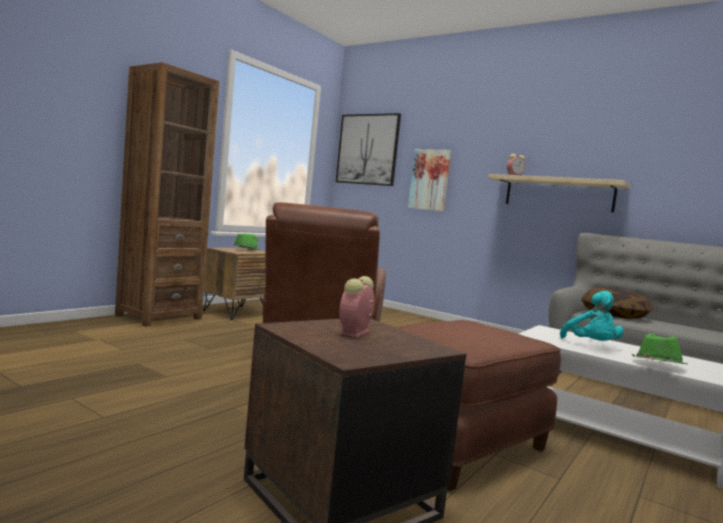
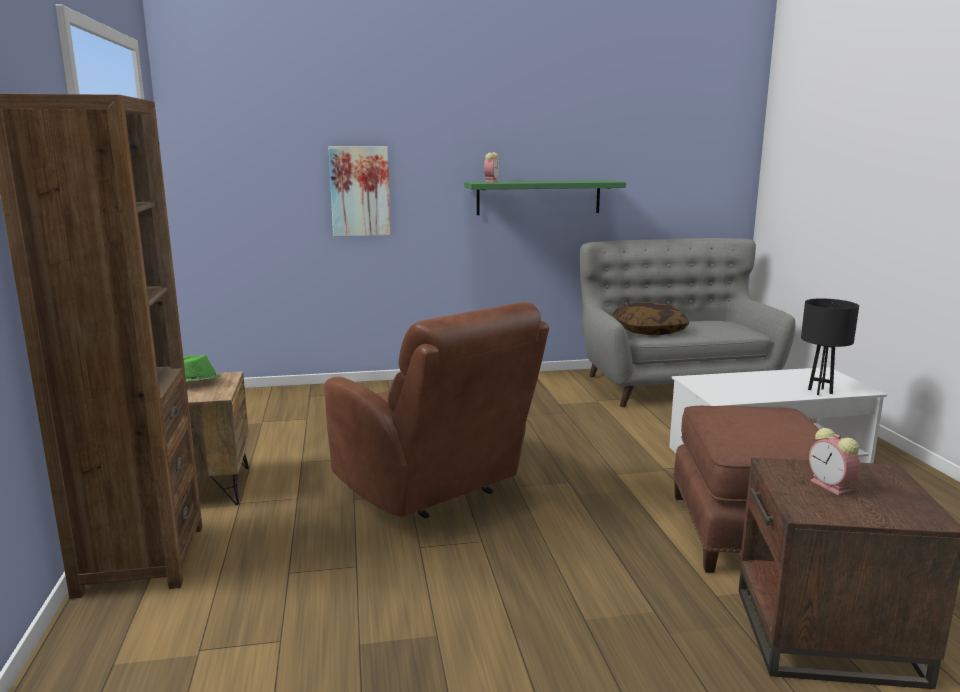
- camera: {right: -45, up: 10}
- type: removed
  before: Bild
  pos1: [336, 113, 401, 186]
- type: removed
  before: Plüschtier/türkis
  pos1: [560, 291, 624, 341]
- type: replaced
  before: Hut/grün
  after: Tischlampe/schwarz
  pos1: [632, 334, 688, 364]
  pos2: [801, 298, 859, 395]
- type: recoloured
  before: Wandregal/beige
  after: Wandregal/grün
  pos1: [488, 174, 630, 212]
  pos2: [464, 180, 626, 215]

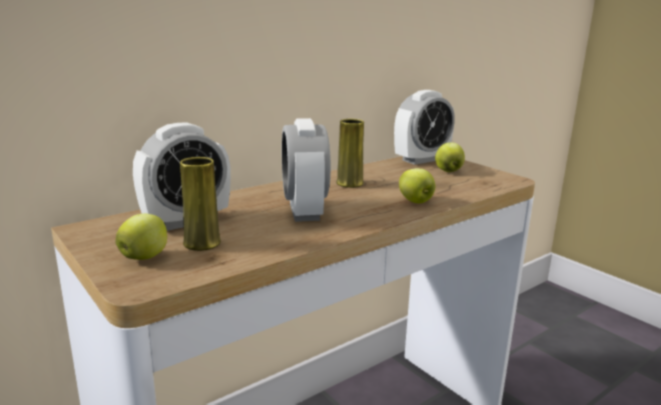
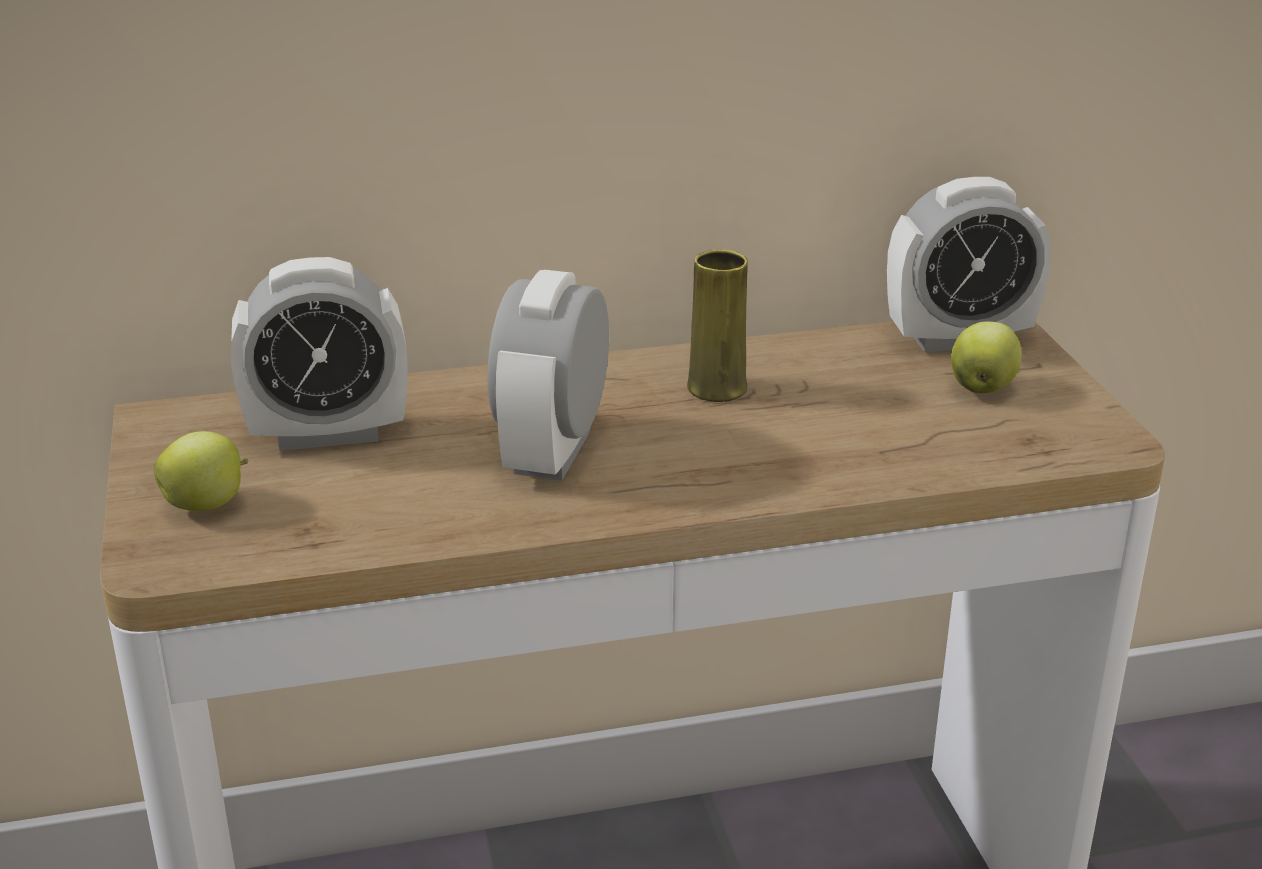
- camera: {right: 25, up: 10}
- type: removed
  before: Vase/gelb
  pos1: [180, 157, 221, 251]
- type: removed
  before: Apfel
  pos1: [399, 168, 435, 203]

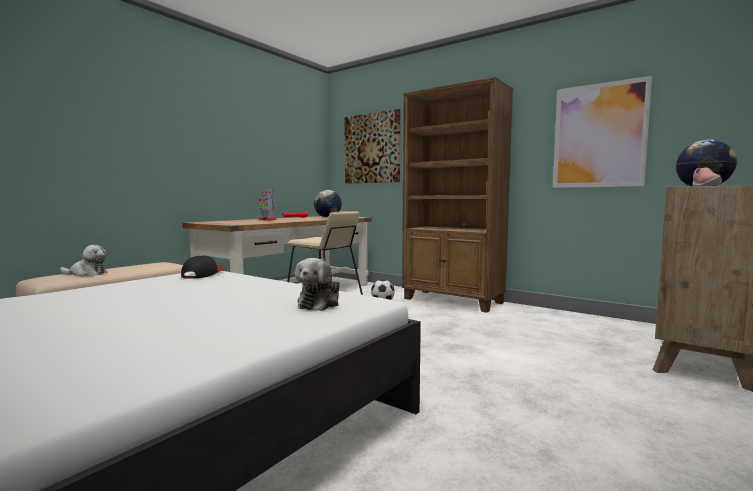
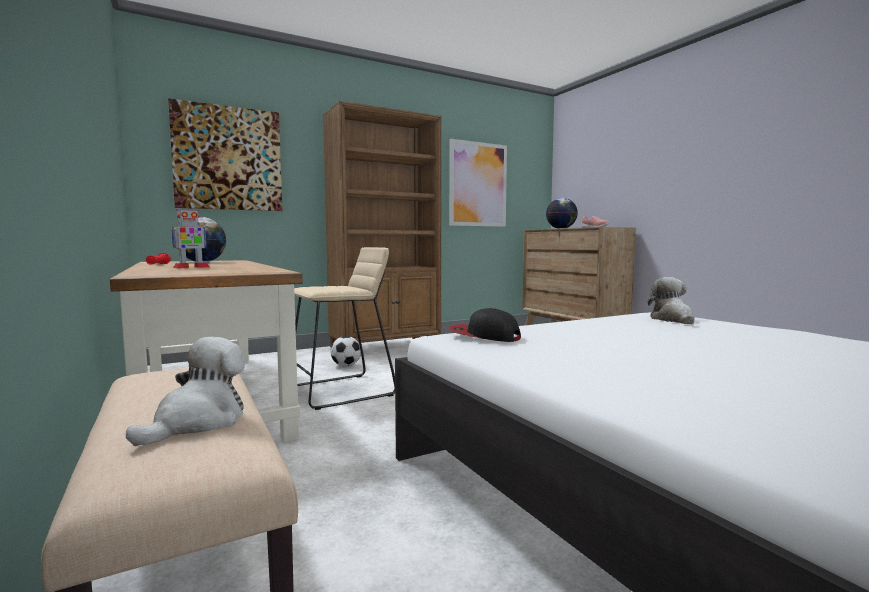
- camera: {right: -65, up: 0}
- type: turned
  before: Plüschtier
  pos1: [295, 258, 340, 311]
  pos2: [647, 277, 695, 324]
  turn: -135

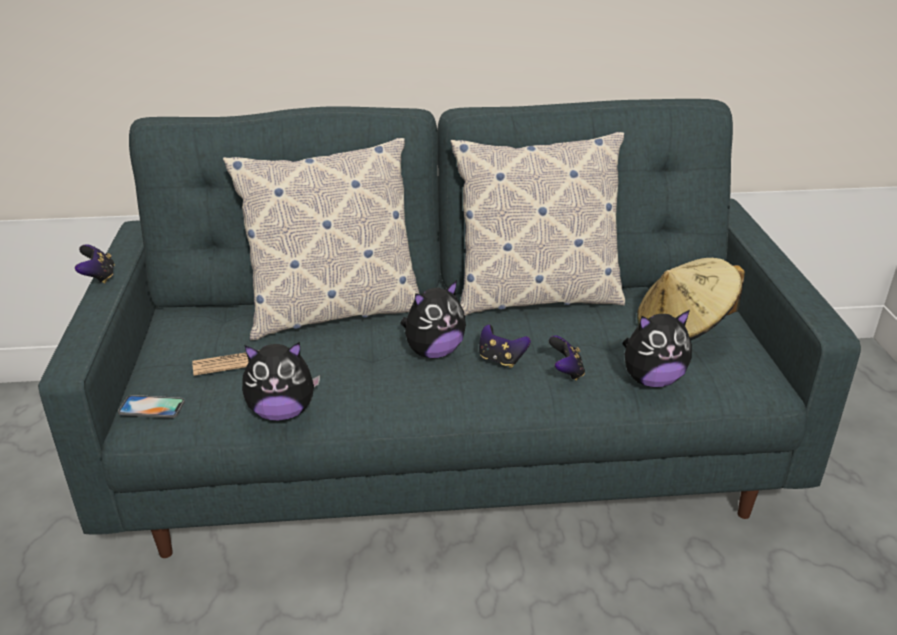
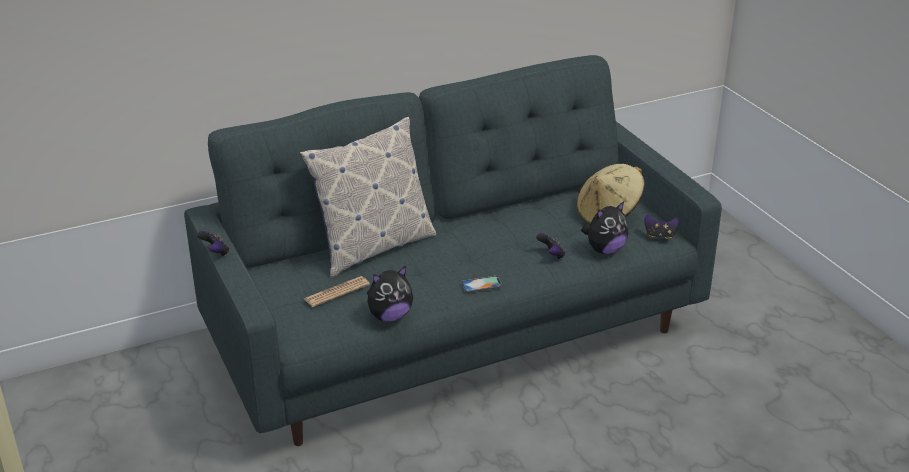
- camera: {right: -20, up: 0}
- type: removed
  before: Plüschtier
  pos1: [400, 280, 466, 358]
- type: removed
  before: Kissen
  pos1: [450, 132, 625, 316]
- type: moved
  before: Handy
  pos1: [118, 395, 185, 418]
  pos2: [461, 276, 502, 293]
- type: moved
  before: Gamepad
  pos1: [479, 324, 531, 368]
  pos2: [644, 215, 679, 240]

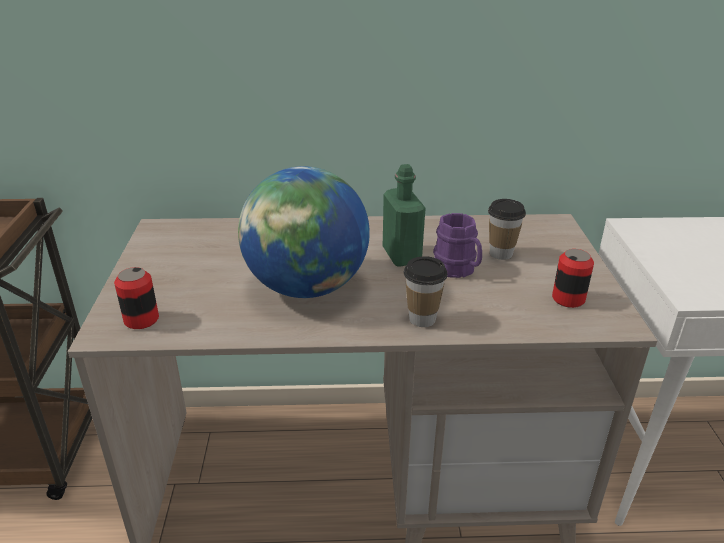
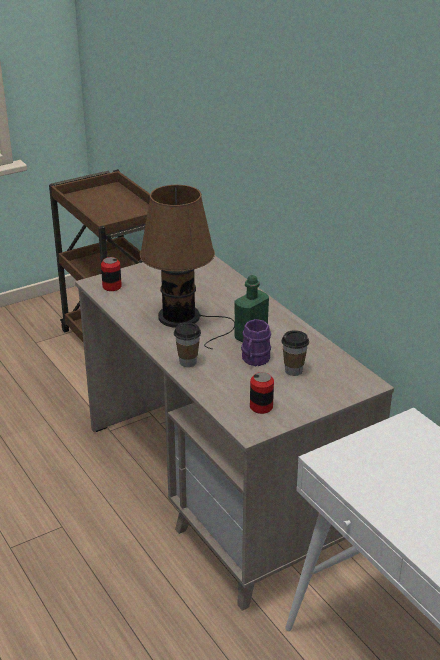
- camera: {right: 60, up: 0}
- type: replaced
  before: Globus
  after: Tischlampe/braun
  pos1: [238, 166, 370, 298]
  pos2: [140, 185, 235, 349]

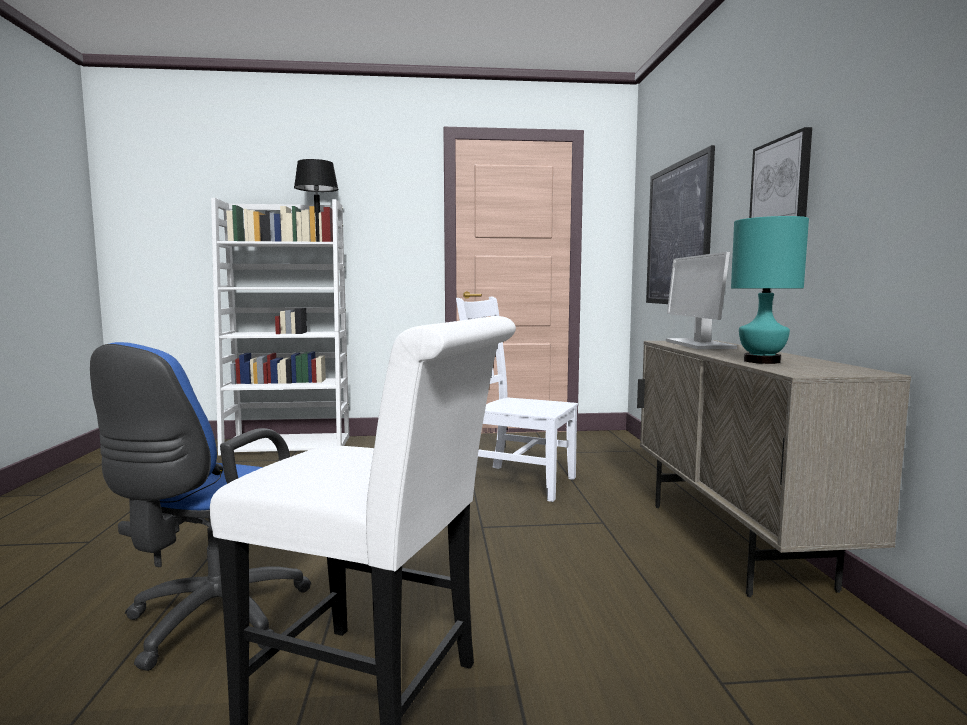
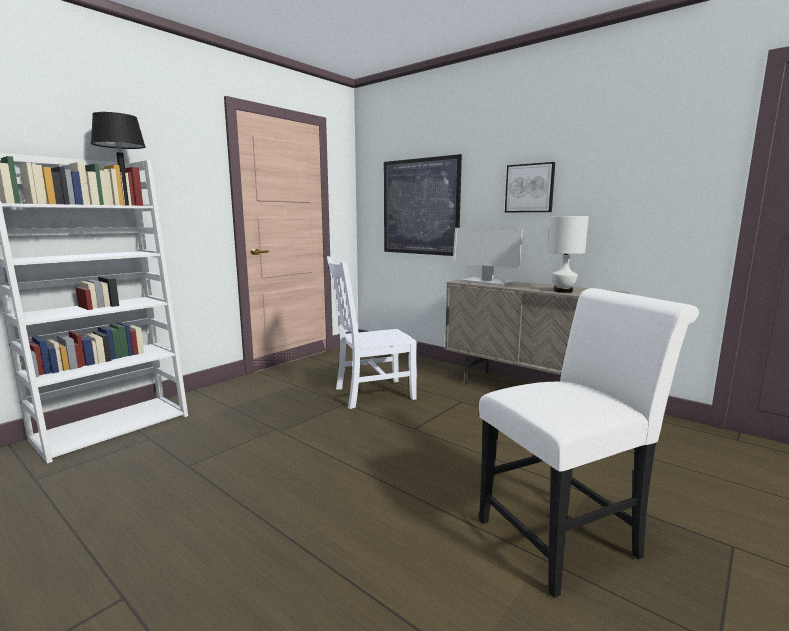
- camera: {right: -45, up: 5}
- type: removed
  before: Bürostuhl/blau
  pos1: [90, 342, 311, 671]
- type: recoloured
  before: Tischlampe/türkis
  after: Tischlampe/weiß
  pos1: [731, 216, 809, 364]
  pos2: [548, 216, 589, 293]

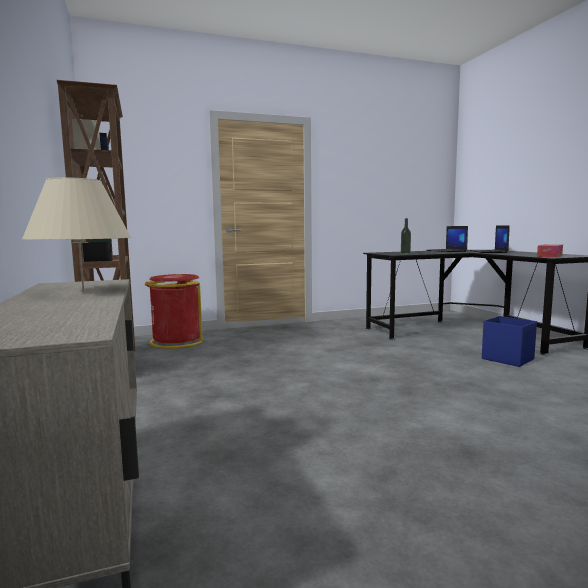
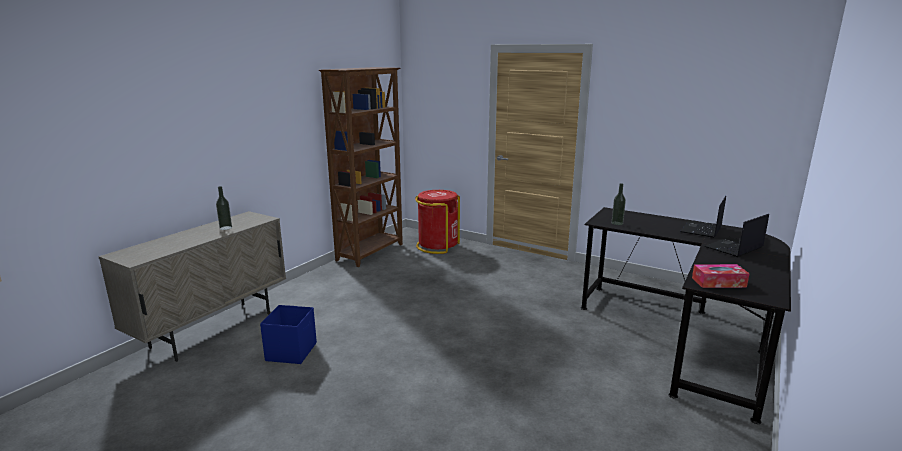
- camera: {right: 50, up: 10}
- type: moved
  before: Aufbewahrungsbox/blau
  pos1: [482, 316, 537, 367]
  pos2: [260, 305, 317, 364]
- type: replaced
  before: Tischlampe/beige
  after: Flasche
  pos1: [22, 177, 131, 292]
  pos2: [216, 186, 232, 230]

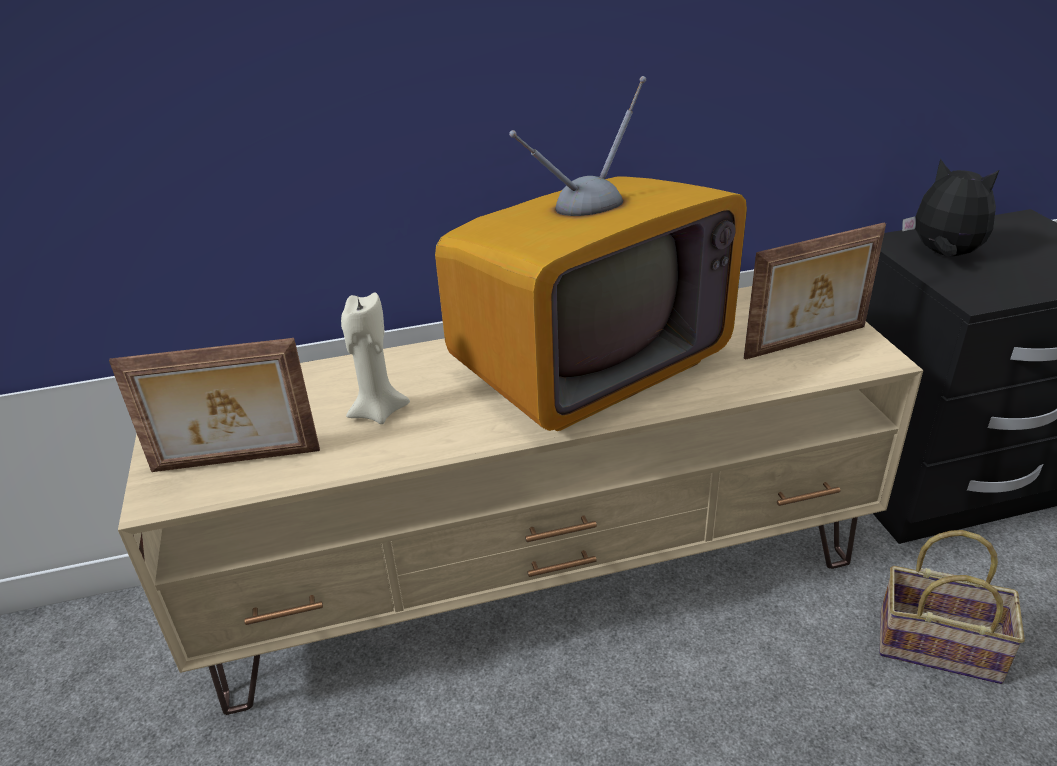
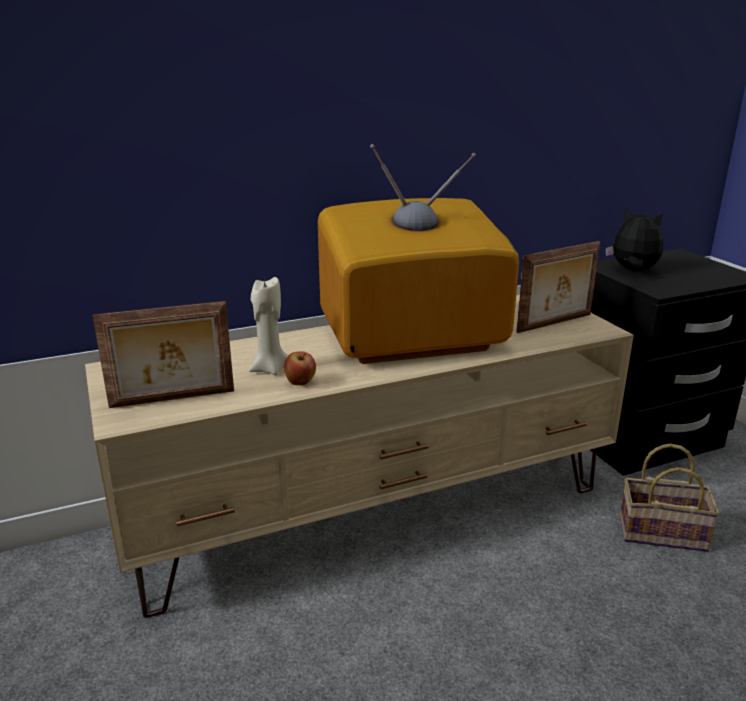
- camera: {right: -10, up: -10}
- type: added
  after: Apfel
  pos2: [284, 351, 316, 385]
- type: turned
  before: Fernseher
  pos1: [435, 76, 747, 431]
  pos2: [318, 144, 519, 364]
  turn: -150

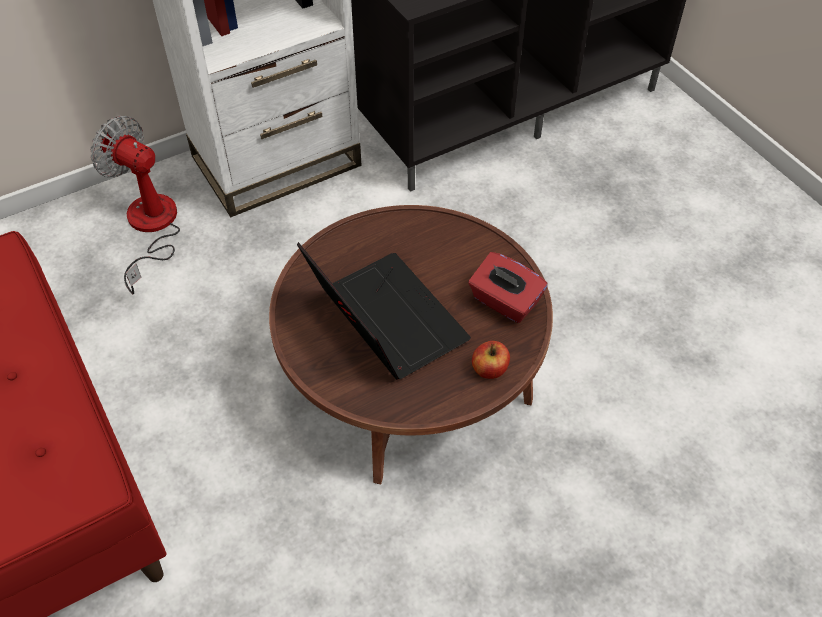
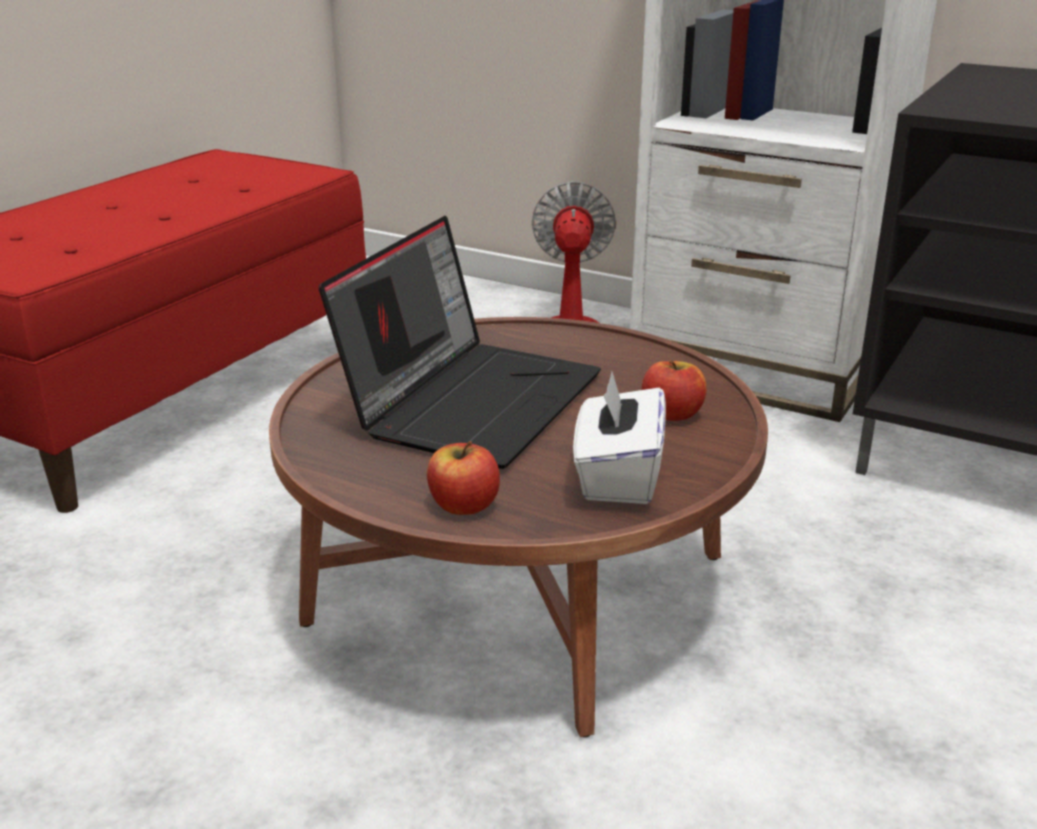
- camera: {right: 60, up: -25}
- type: added
  after: Apfel
  pos2: [642, 361, 706, 421]
- type: recoloured
  before: Taschentuchbox/rot
  after: Taschentuchbox/weiß
  pos1: [468, 252, 548, 323]
  pos2: [573, 372, 666, 504]

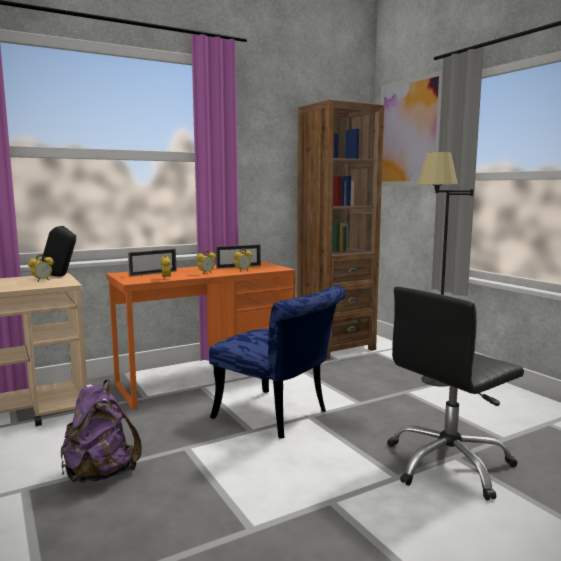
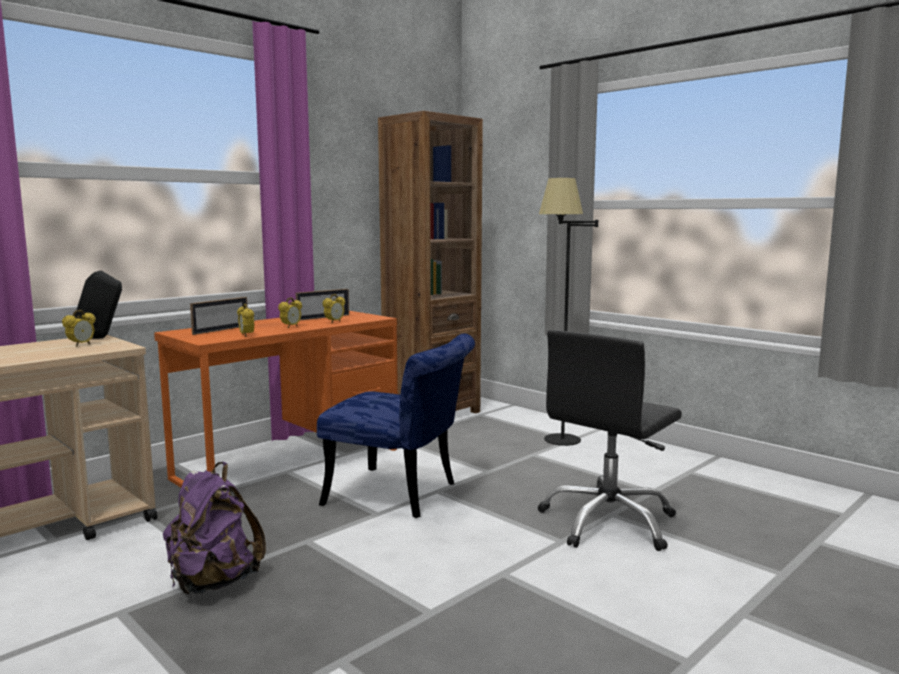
- camera: {right: -15, up: 0}
- type: removed
  before: Bild
  pos1: [381, 70, 443, 186]

